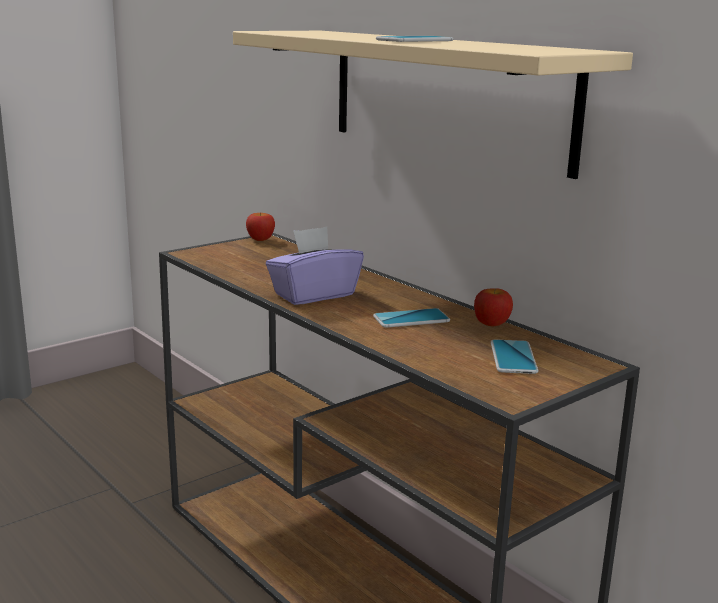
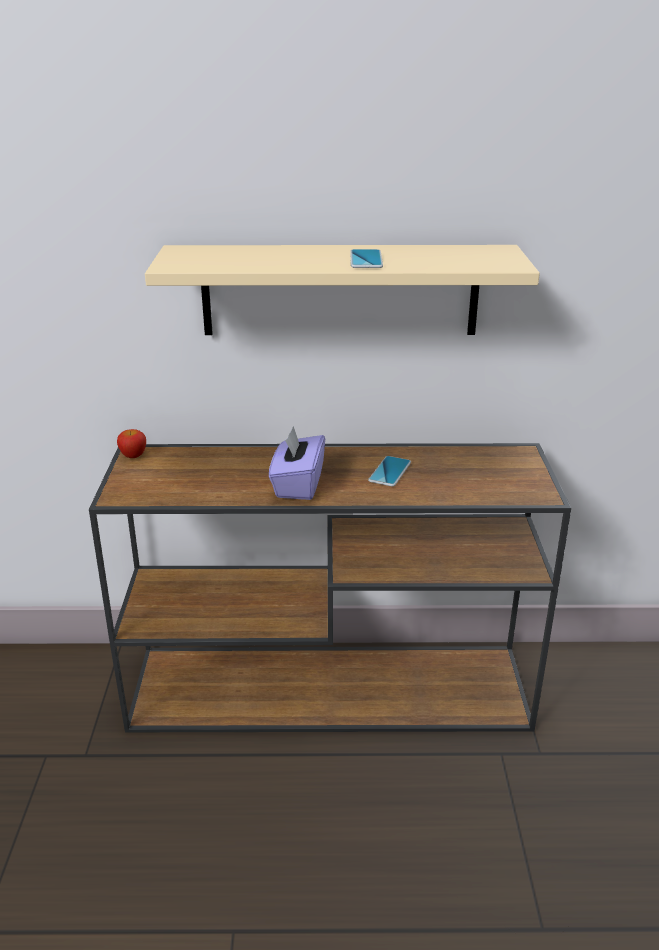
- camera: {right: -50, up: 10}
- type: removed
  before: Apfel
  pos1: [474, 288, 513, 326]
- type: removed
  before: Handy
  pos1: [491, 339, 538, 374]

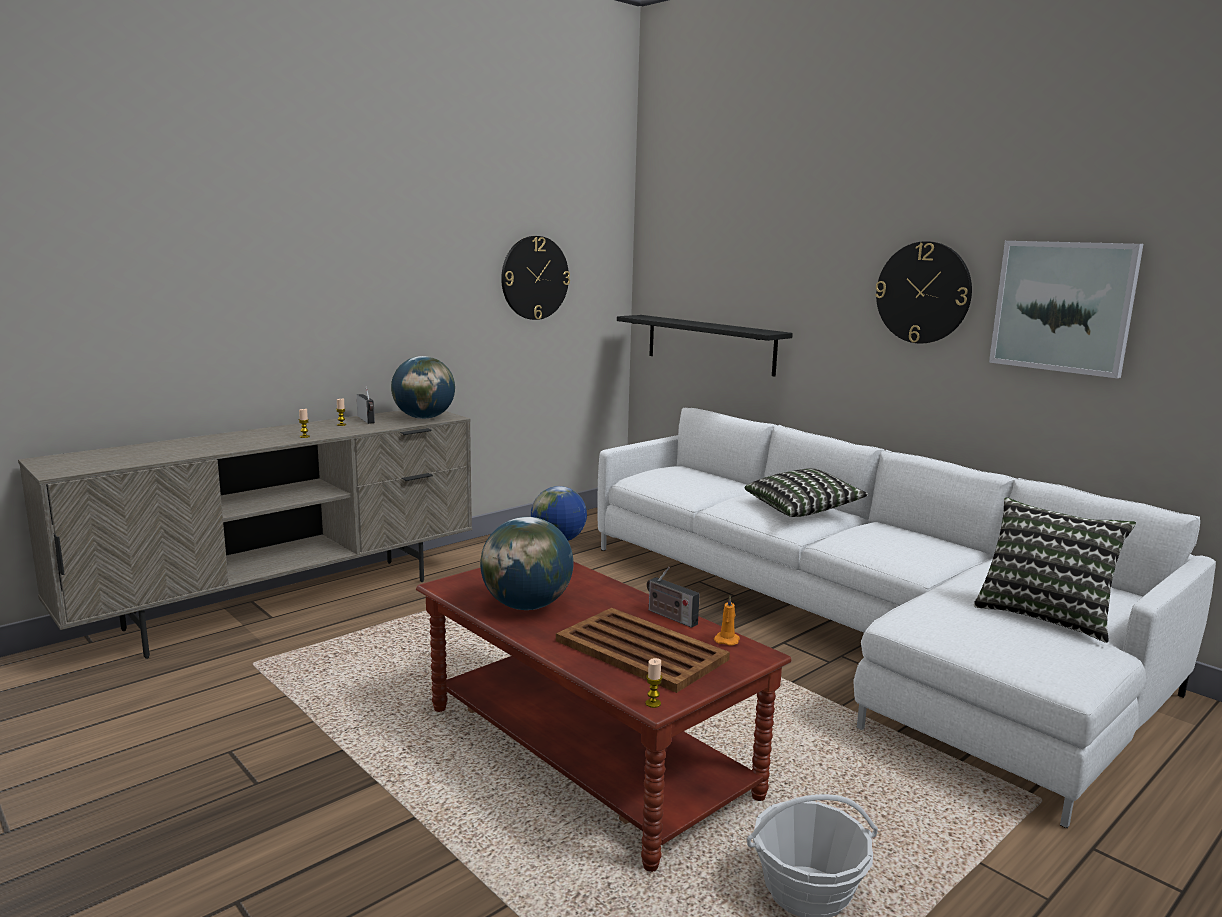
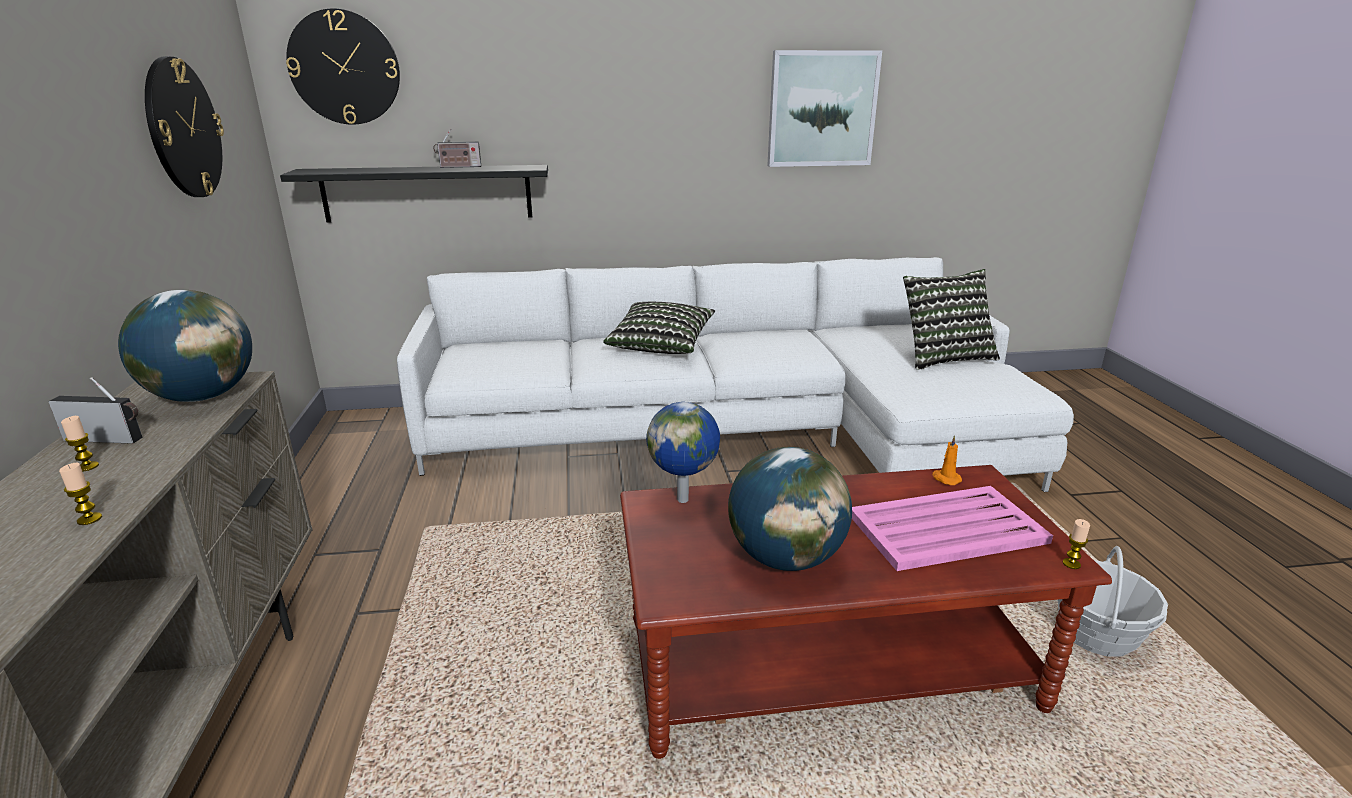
- camera: {right: -55, up: 10}
- type: moved
  before: Radio
  pos1: [647, 567, 700, 628]
  pos2: [433, 128, 481, 168]
- type: moved
  before: Wanduhr
  pos1: [875, 241, 972, 344]
  pos2: [286, 8, 400, 125]
- type: recoloured
  before: Tablett/braun
  after: Tablett/rosa
  pos1: [556, 608, 730, 693]
  pos2: [852, 486, 1053, 571]

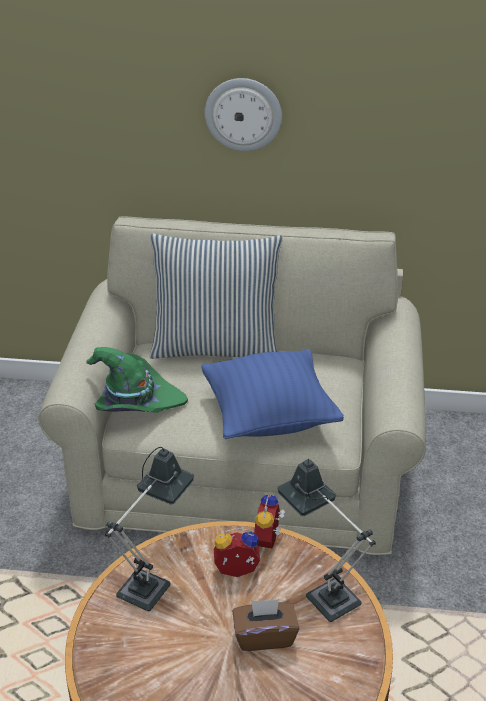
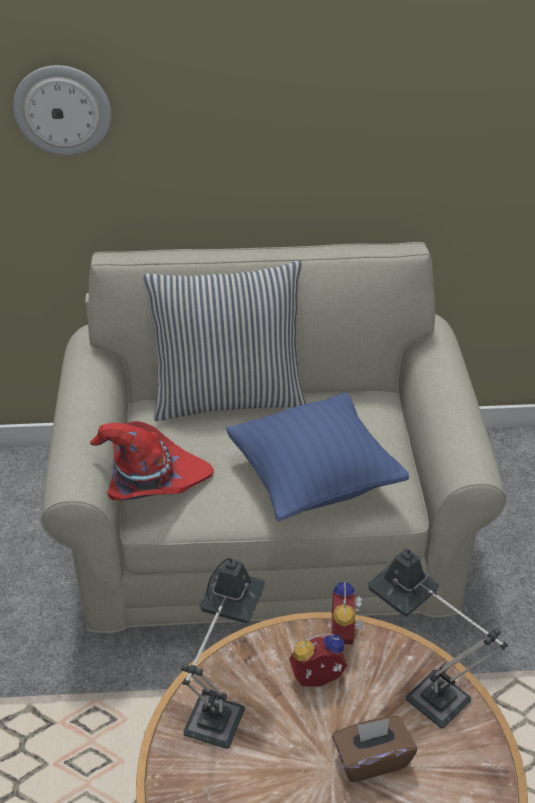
- camera: {right: -10, up: 5}
- type: moved
  before: Wanduhr
  pos1: [205, 78, 282, 151]
  pos2: [13, 65, 111, 155]
- type: recoloured
  before: Hut/grün
  after: Hut/rot
  pos1: [86, 347, 188, 413]
  pos2: [90, 421, 214, 500]

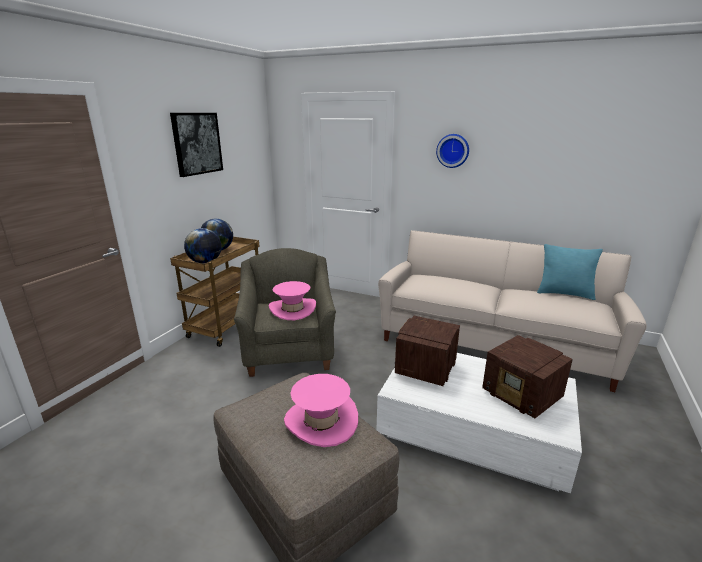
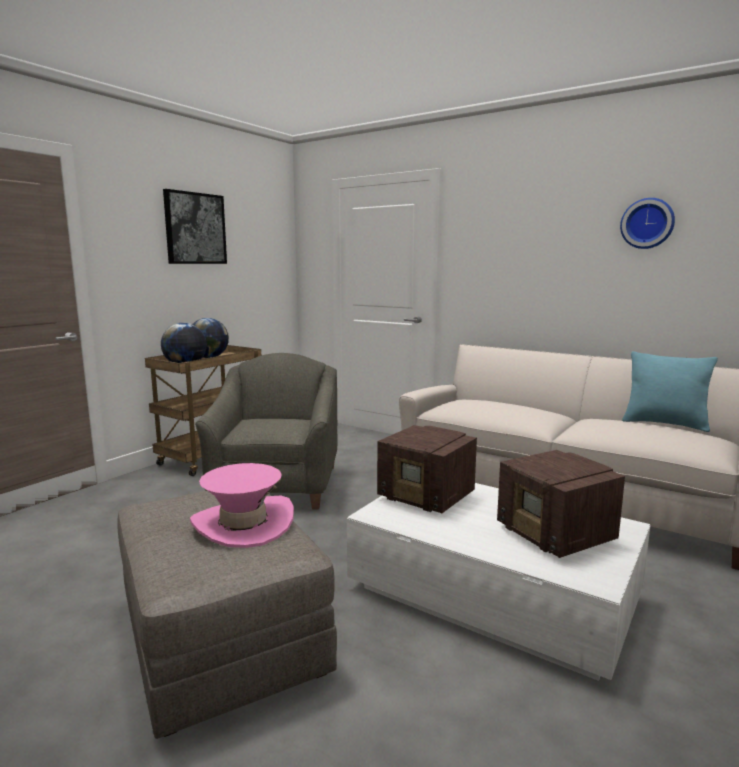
- camera: {right: 10, up: -10}
- type: removed
  before: Hut/rosa
  pos1: [269, 281, 316, 320]
- type: moved
  before: Wanduhr
  pos1: [436, 134, 469, 168]
  pos2: [620, 198, 675, 249]
- type: turned
  before: Radio
  pos1: [395, 316, 460, 386]
  pos2: [377, 425, 477, 513]
  turn: -90

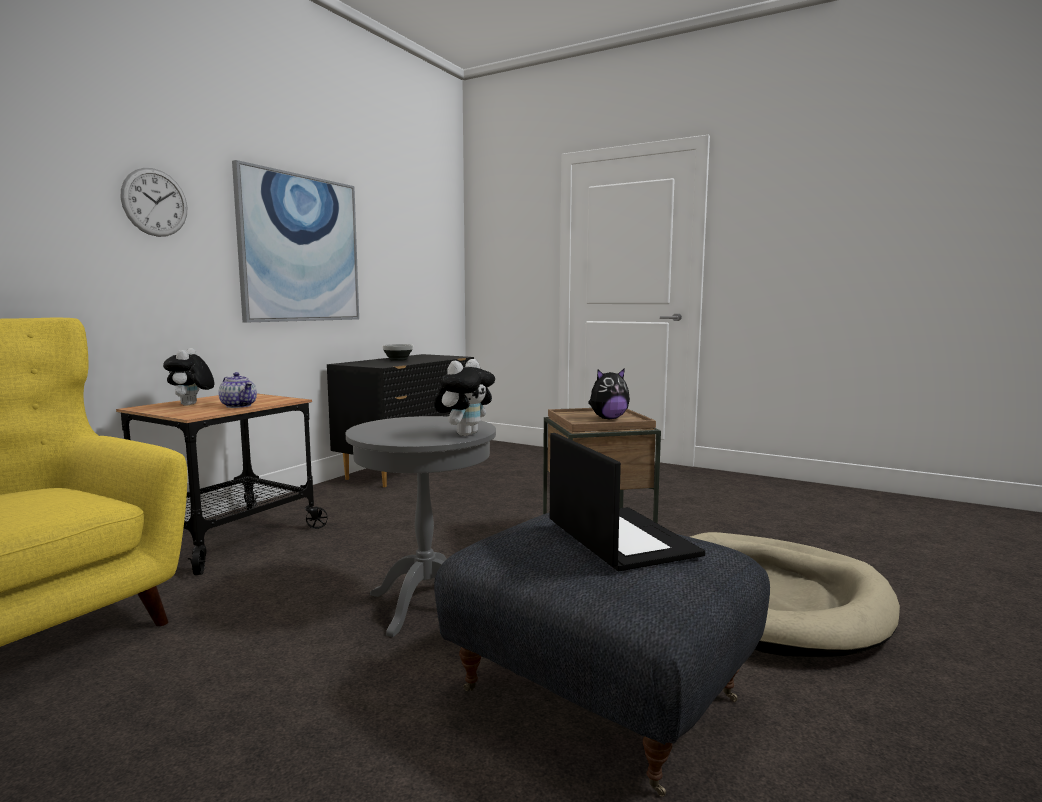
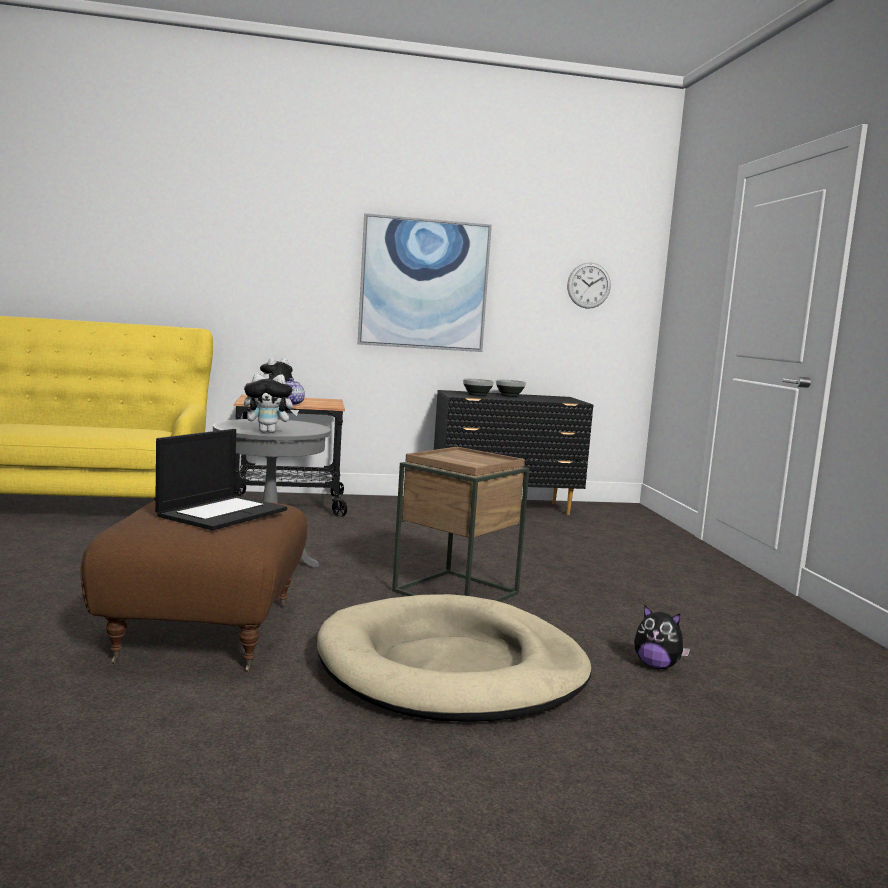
- camera: {right: 50, up: 0}
- type: added
  after: Schüssel
  pos2: [463, 378, 494, 396]
- type: moved
  before: Wanduhr
  pos1: [121, 168, 187, 237]
  pos2: [567, 263, 611, 309]
- type: moved
  before: Plüschtier
  pos1: [588, 368, 630, 419]
  pos2: [634, 605, 690, 669]
- type: recoloured
  before: Polsterhocker/grau
  after: Polsterhocker/braun
  pos1: [434, 513, 770, 797]
  pos2: [80, 501, 307, 672]

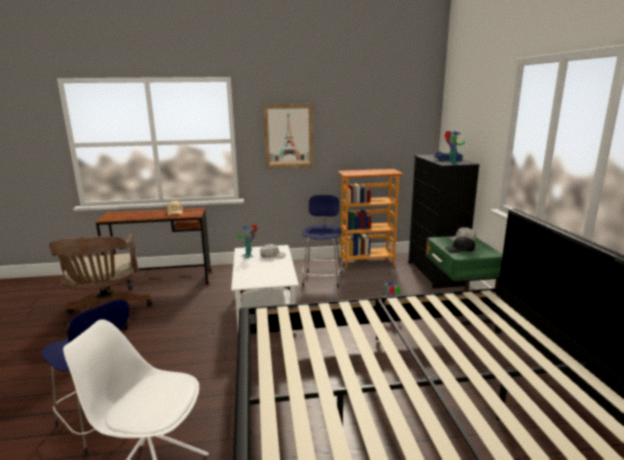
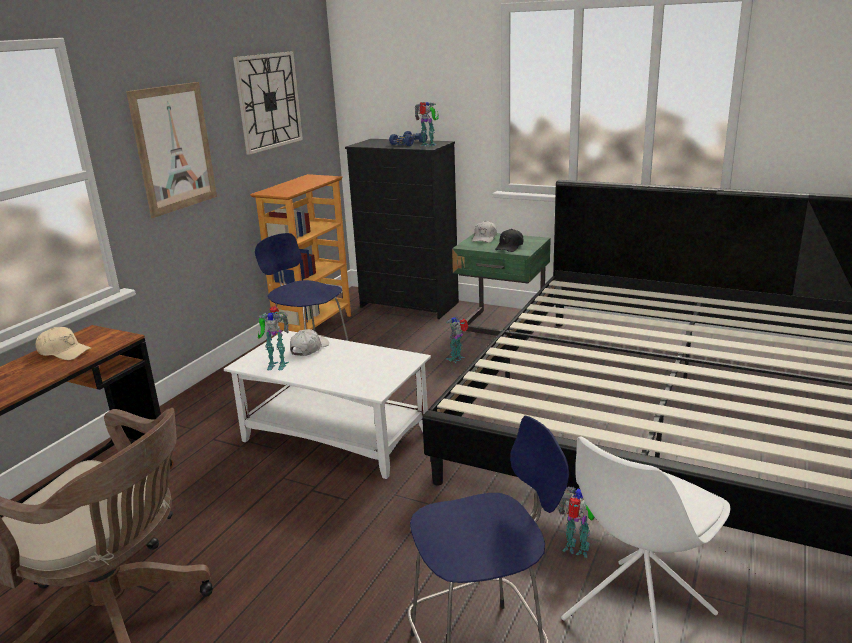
- camera: {right: -55, up: 5}
- type: added
  after: Wanduhr
  pos2: [233, 51, 303, 155]
- type: added
  after: Spielzeugroboter
  pos2: [558, 486, 595, 558]

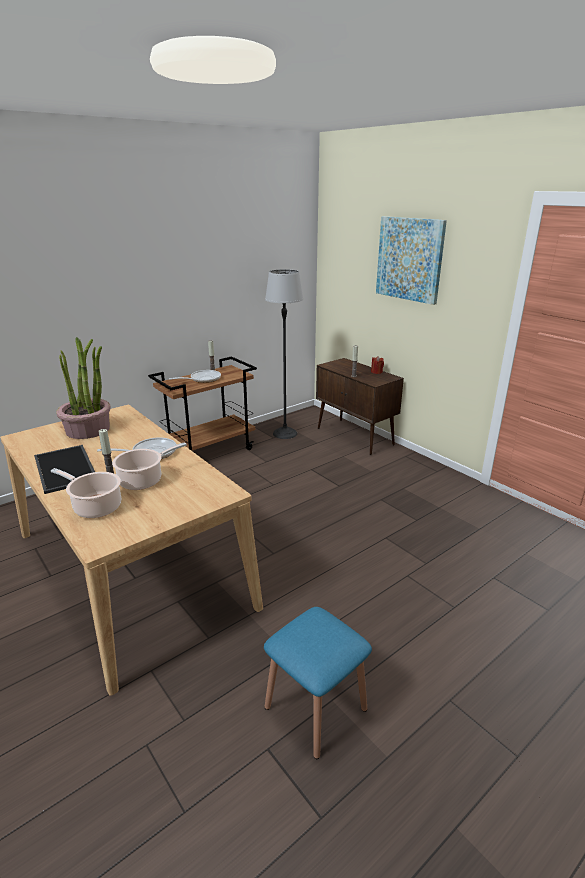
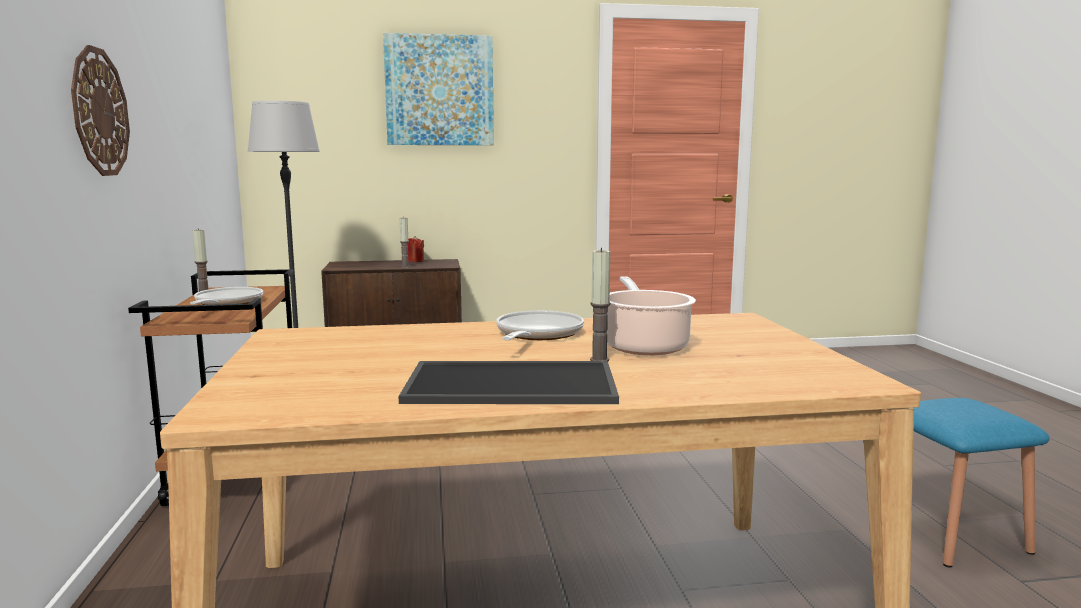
- camera: {right: -60, up: -15}
- type: removed
  before: Kochtopf
  pos1: [51, 468, 121, 518]
- type: removed
  before: Topfpflanze
  pos1: [56, 337, 111, 439]
- type: added
  after: Wanduhr
  pos2: [71, 45, 130, 176]

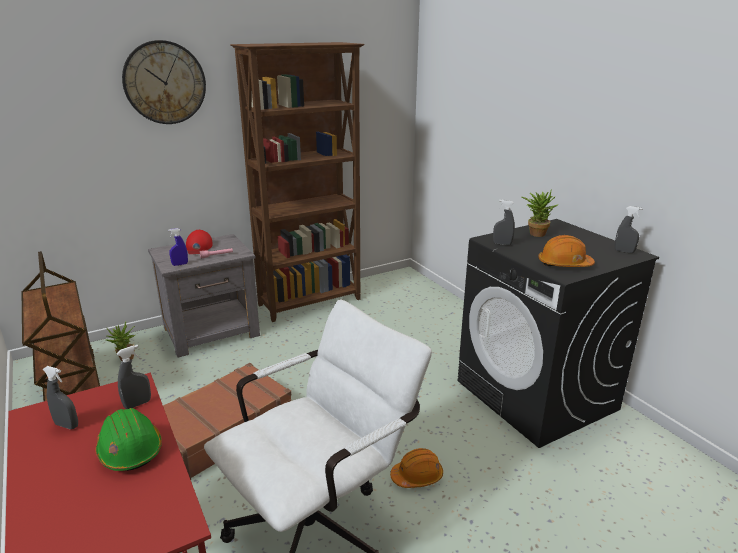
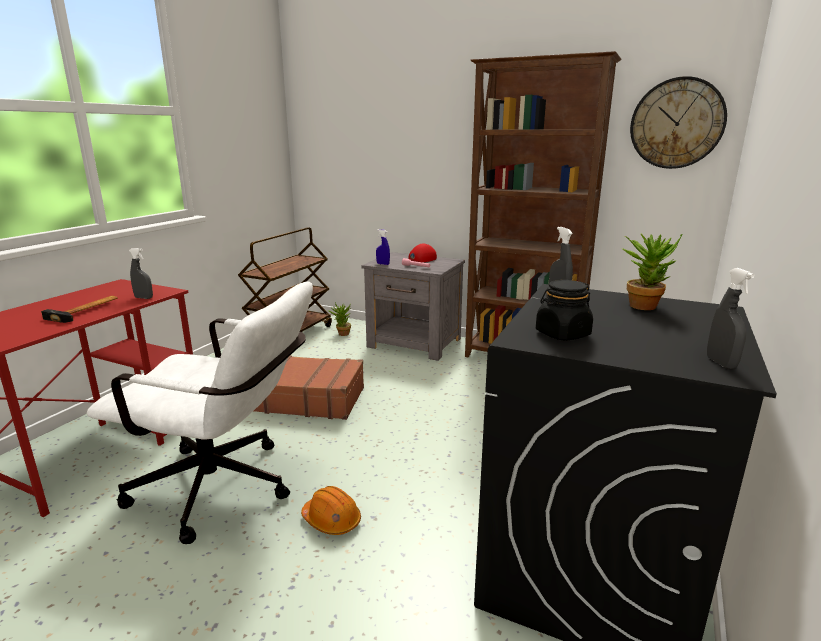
- camera: {right: 55, up: -5}
- type: removed
  before: Sprühflasche/grau
  pos1: [43, 366, 78, 429]
- type: moved
  before: Wanduhr
  pos1: [122, 40, 206, 124]
  pos2: [630, 76, 727, 169]
- type: replaced
  before: Schutzhelm/grün
  after: Hammer
  pos1: [96, 408, 162, 471]
  pos2: [41, 296, 118, 323]
- type: replaced
  before: Schutzhelm/orange
  after: Vorratsglas/schwarz
  pos1: [538, 235, 595, 267]
  pos2: [536, 280, 593, 341]

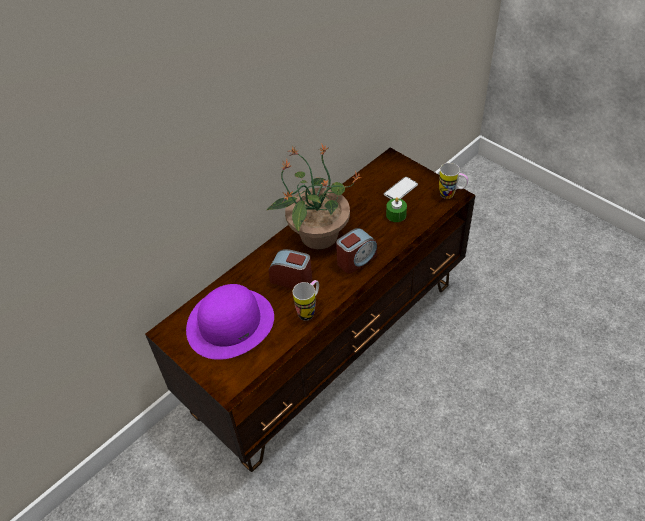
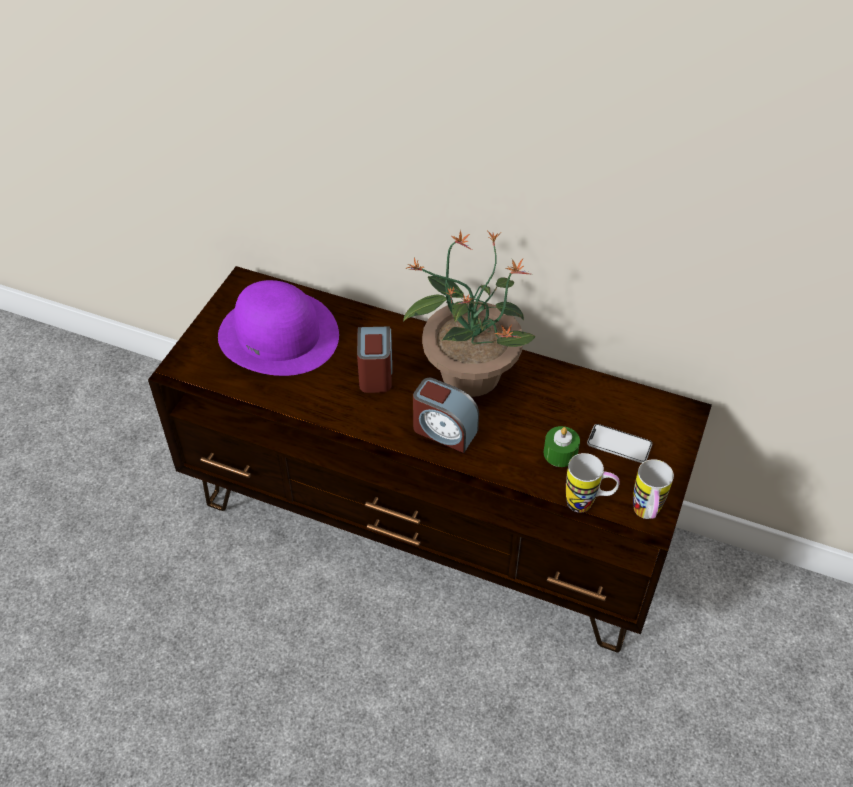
- camera: {right: 65, up: 0}
- type: moved
  before: Henkelbecher
  pos1: [293, 280, 319, 321]
  pos2: [566, 453, 620, 513]

